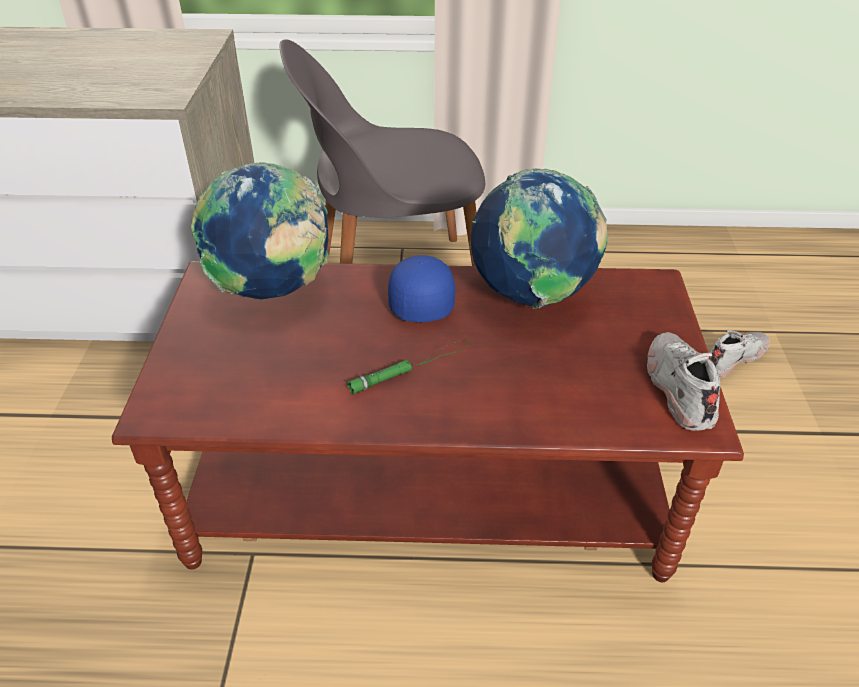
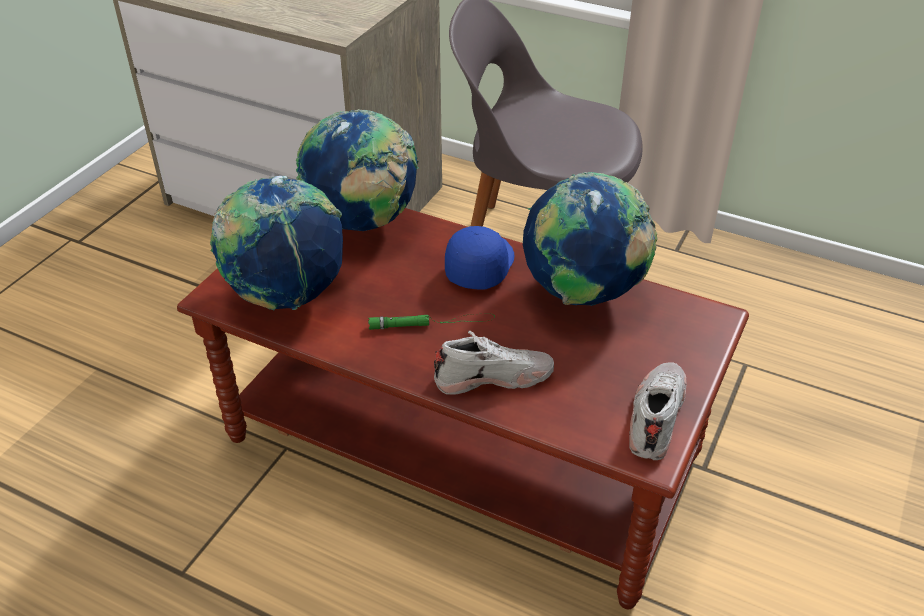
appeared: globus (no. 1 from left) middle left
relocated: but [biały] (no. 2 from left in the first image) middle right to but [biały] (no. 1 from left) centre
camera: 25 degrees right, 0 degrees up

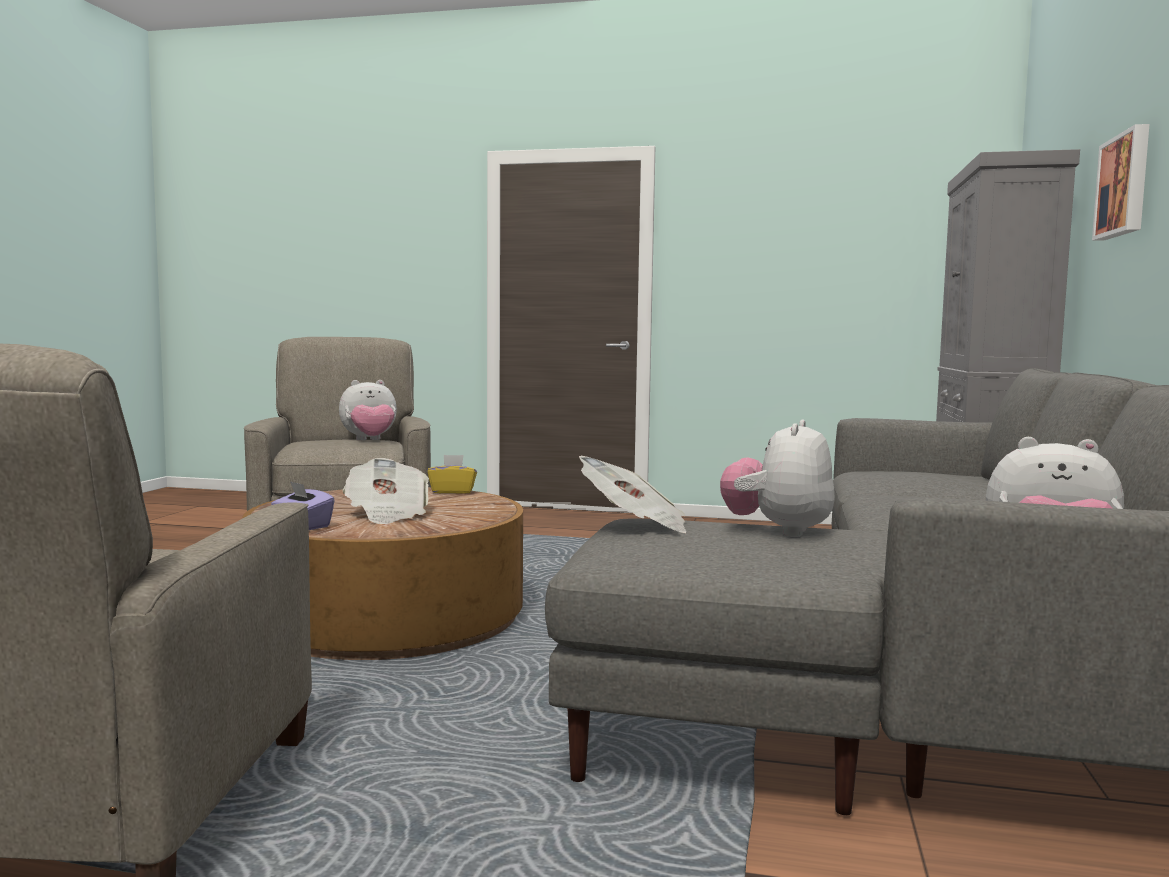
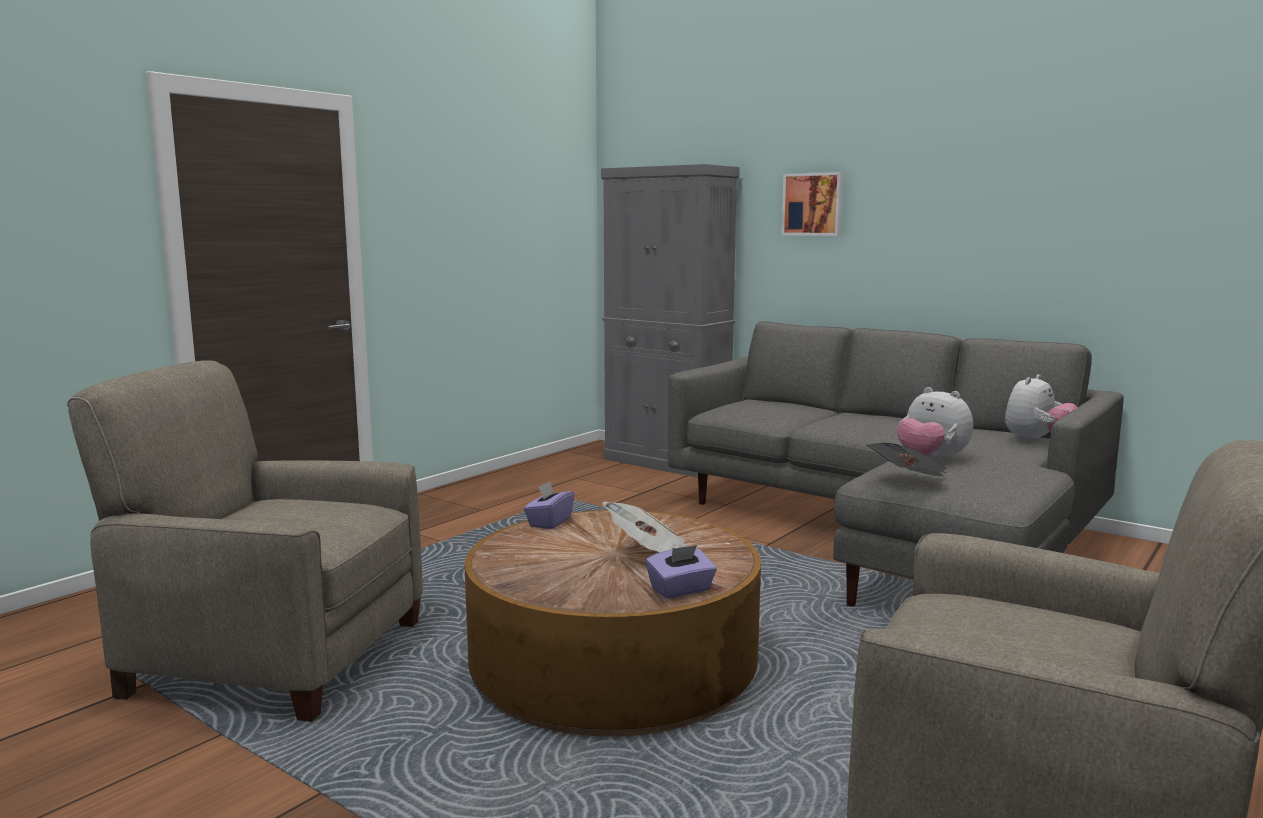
missing: pluszak (no. 1 from left) middle left
colour: pudełko chusteczek [żółty] centre to pudełko chusteczek [fioletowy] (no. 1 from left) centre
camera: 65 degrees left, 5 degrees up

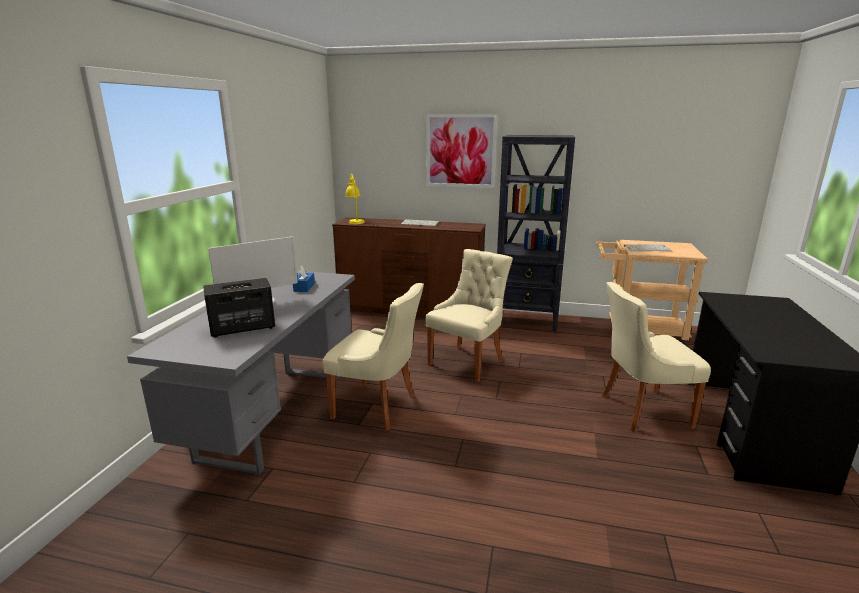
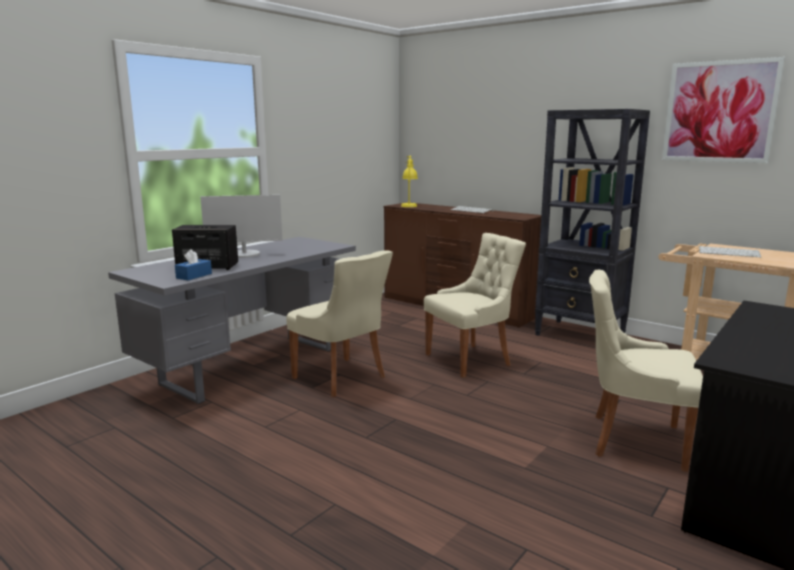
relocated: pudełko chusteczek [niebieski] centre to middle left; obraz top centre to top right
camera: 25 degrees right, 5 degrees down

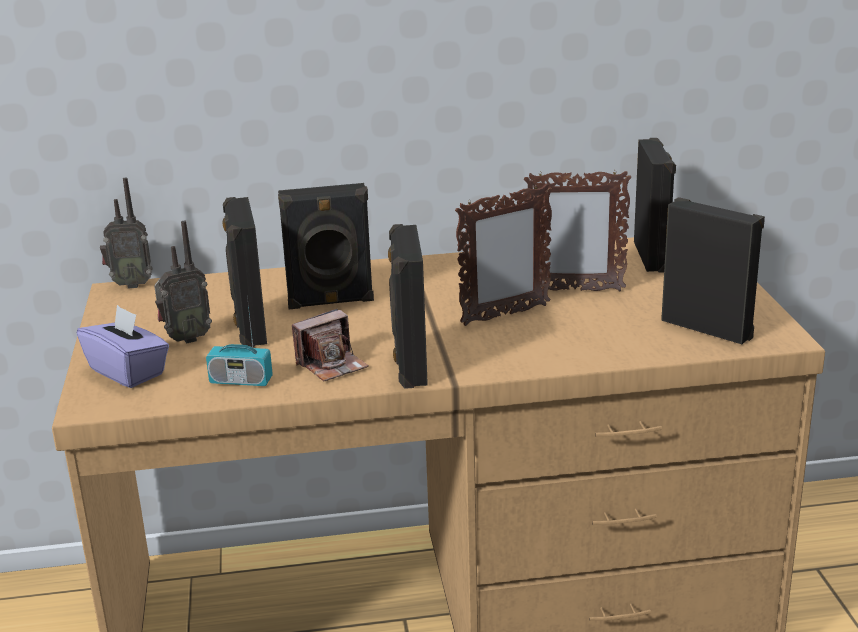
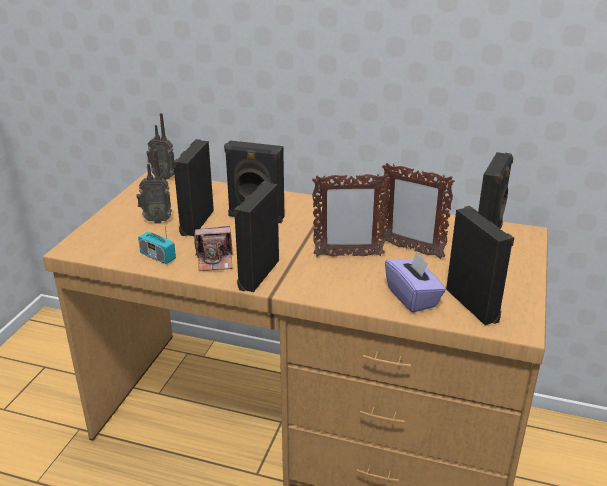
relocated: pudełko chusteczek [fioletowy] middle left to middle right
camera: 25 degrees right, 5 degrees up

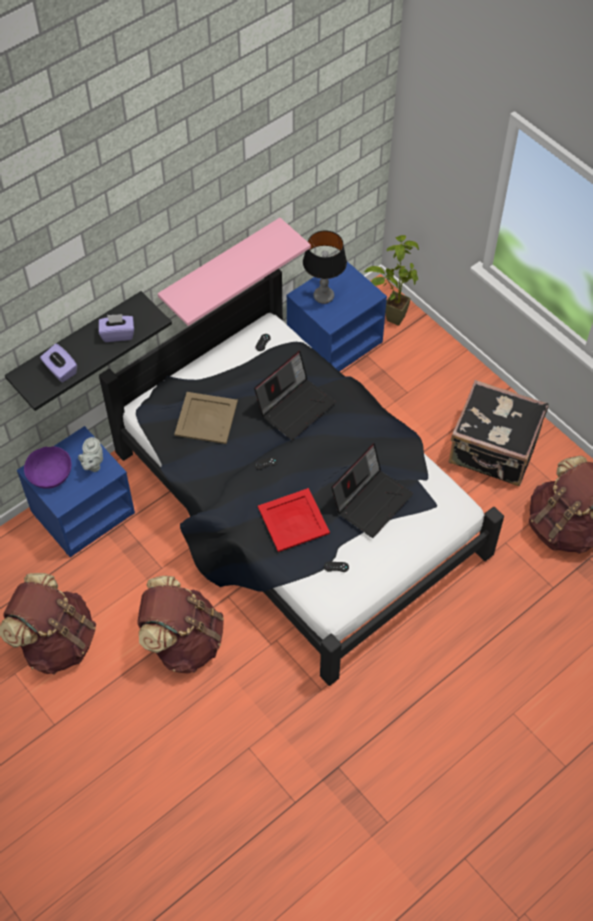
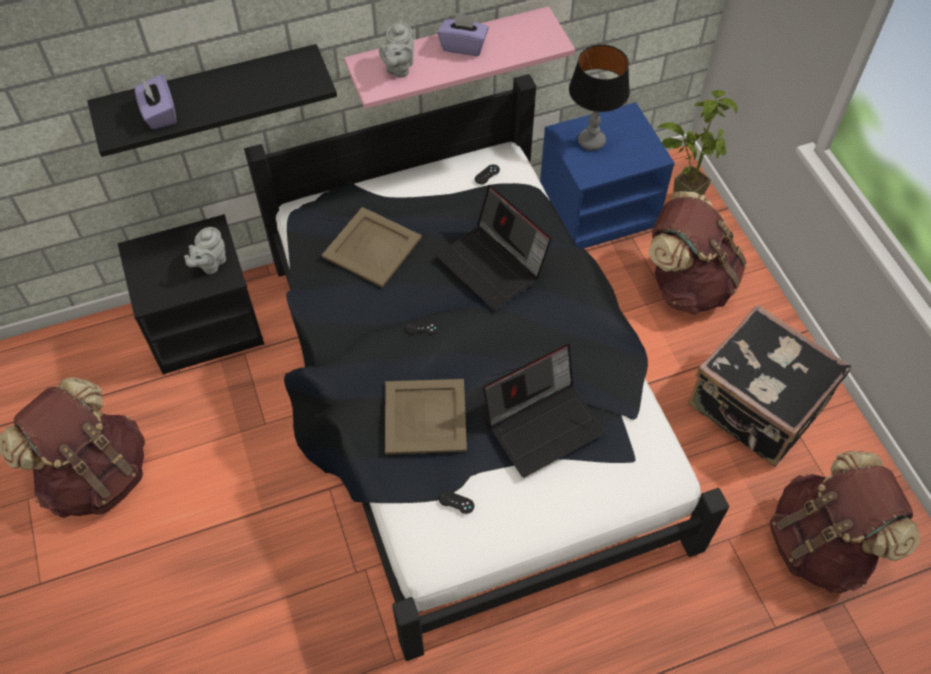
missing: miska [fioletowy] middle left
appeared: imbryk [szary] (no. 2 from left) top centre
relocated: pudełko chusteczek [fioletowy] (no. 2 from left) middle left to top centre; plecak [brązowy] (no. 2 from left) bottom left to middle right
colour: szafka nocna [niebieski] (no. 1 from left) middle left to szafka nocna [czarny] middle left; taca [czerwony] centre to taca [beżowy] (no. 2 from left) centre
spun: laptop (no. 1 from left) centre = centre 75 degrees clockwise
camera: 20 degrees right, 0 degrees up

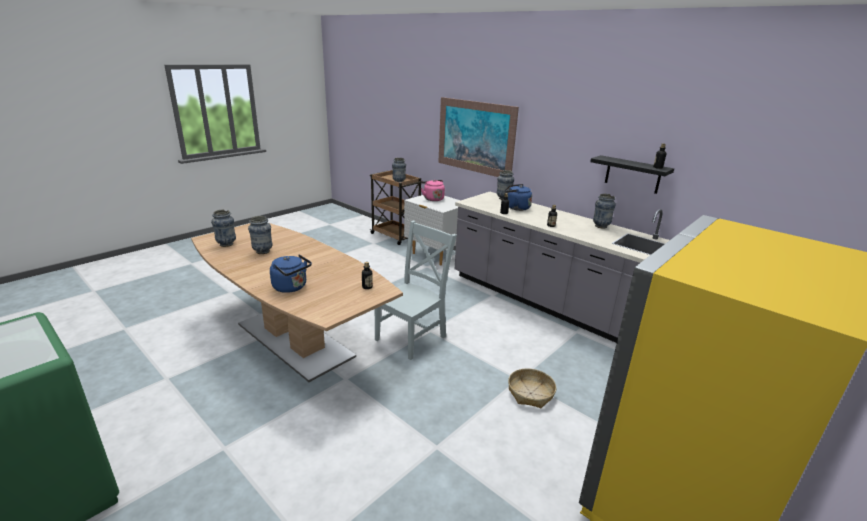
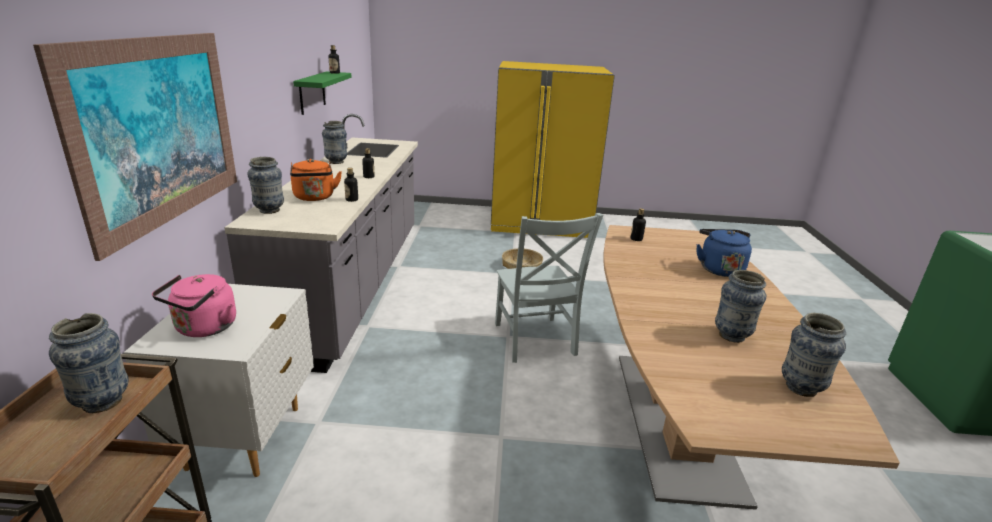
colour: czajnik [niebieski] (no. 2 from left) centre to czajnik [pomarańczowy] middle left; półka [czarny] middle right to półka [zielony] top left
spun: krzesło [szary] centre = centre 105 degrees counterclockwise
camera: 130 degrees left, 0 degrees up

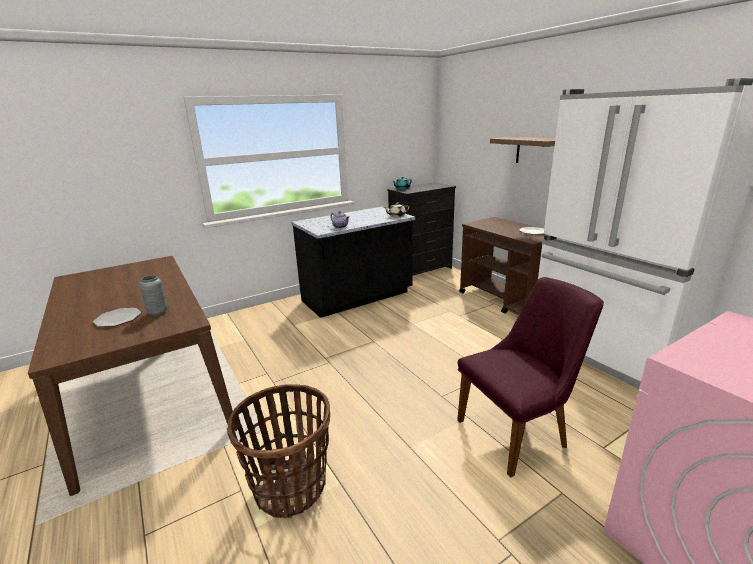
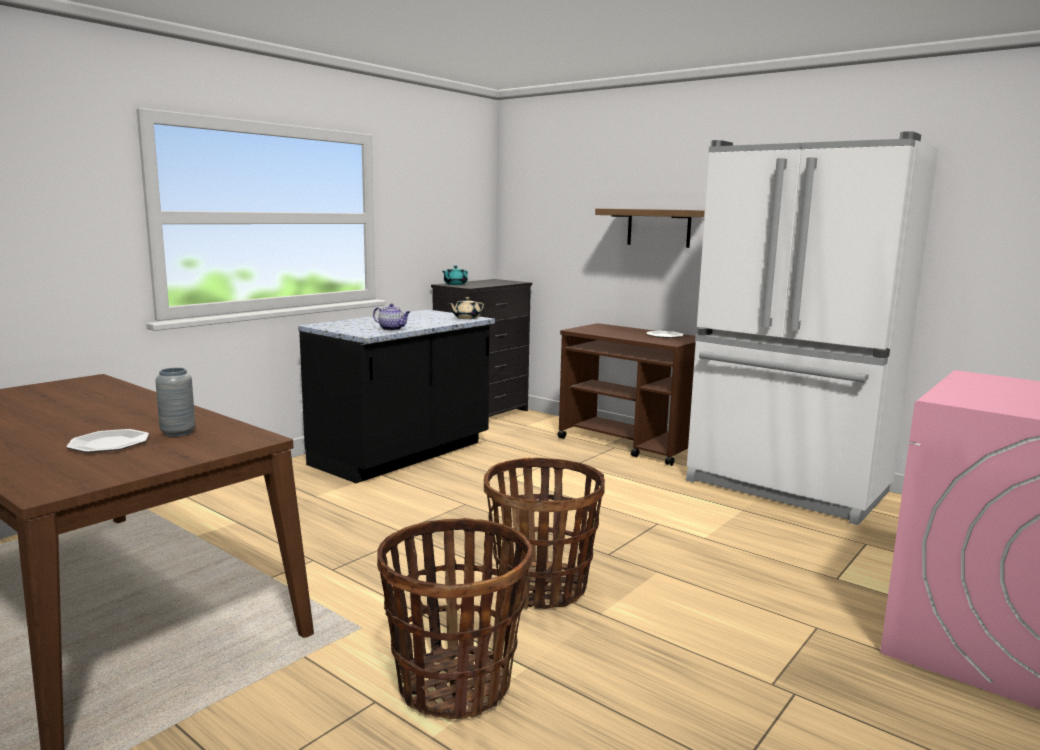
missing: krzesło [fioletowy] bottom right
appeared: koszyk (no. 2 from left) bottom centre
camera: 20 degrees left, 10 degrees down

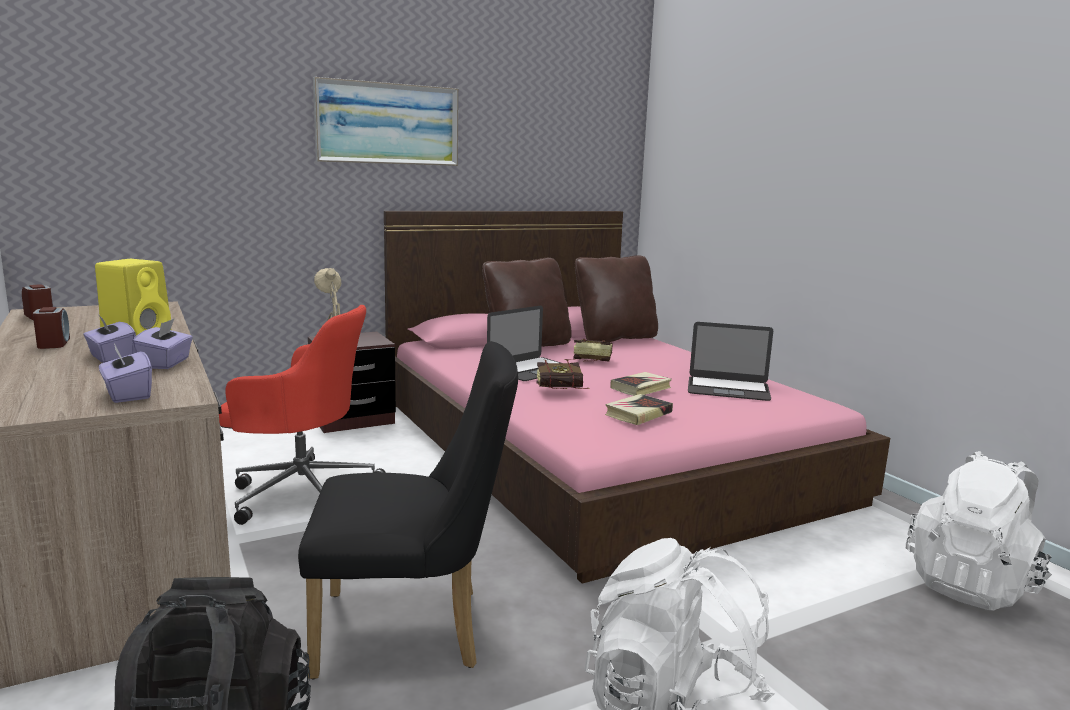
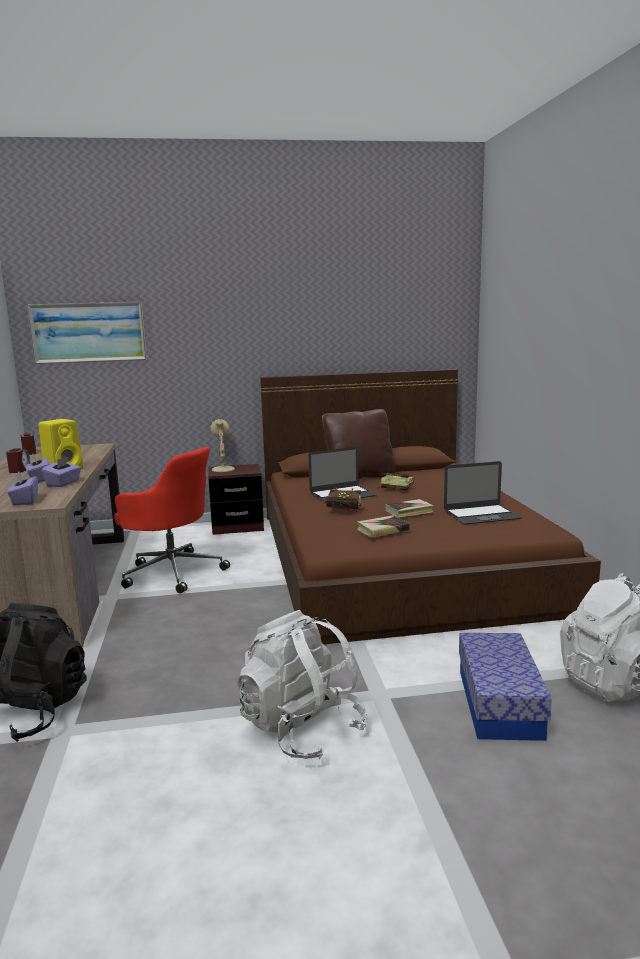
missing: krzesło [czarny] bottom centre; poduszka [brązowy] (no. 2 from left) centre
appeared: pojemnik do przechowywania bottom right
relocated: obraz top centre to middle left
colour: łóżko [różowy] centre to łóżko [brązowy] middle right
spun: laptop (no. 2 from left) middle right = middle right 45 degrees counterclockwise
camera: 20 degrees right, 0 degrees up

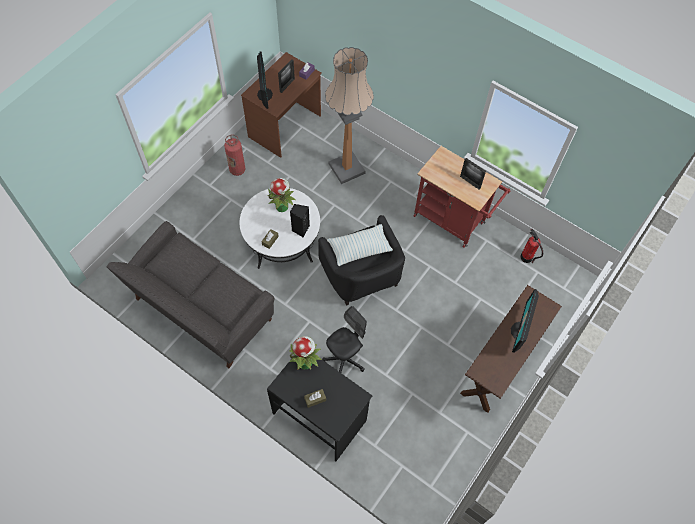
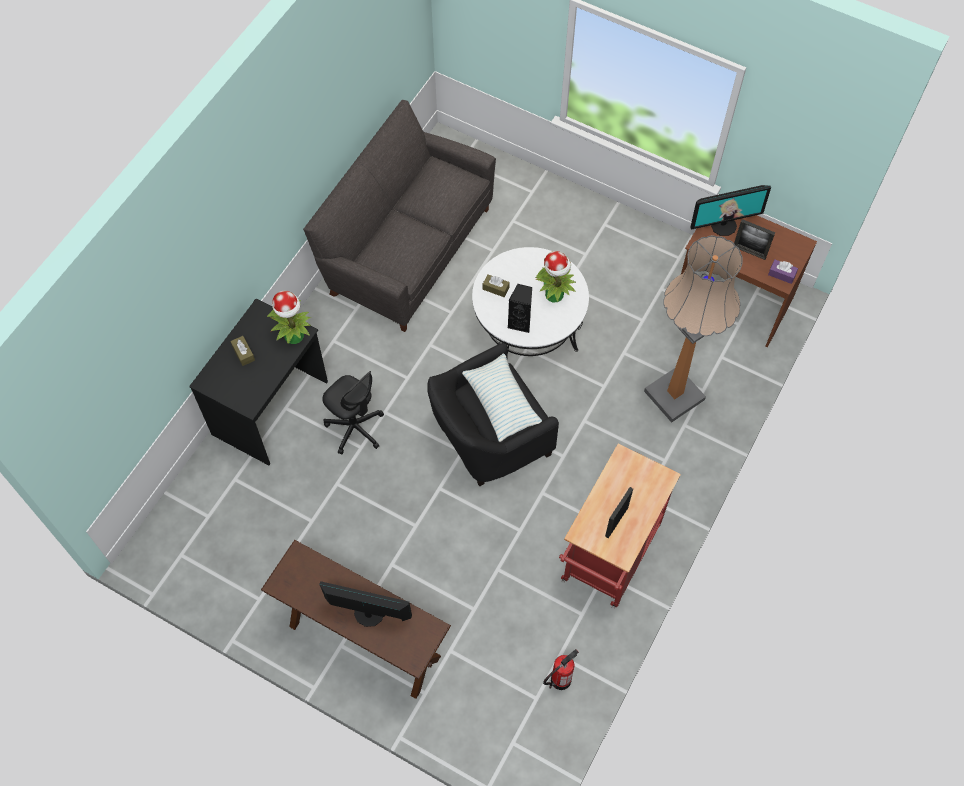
missing: gaśnica (no. 1 from left) top centre
camera: 85 degrees right, 0 degrees up

